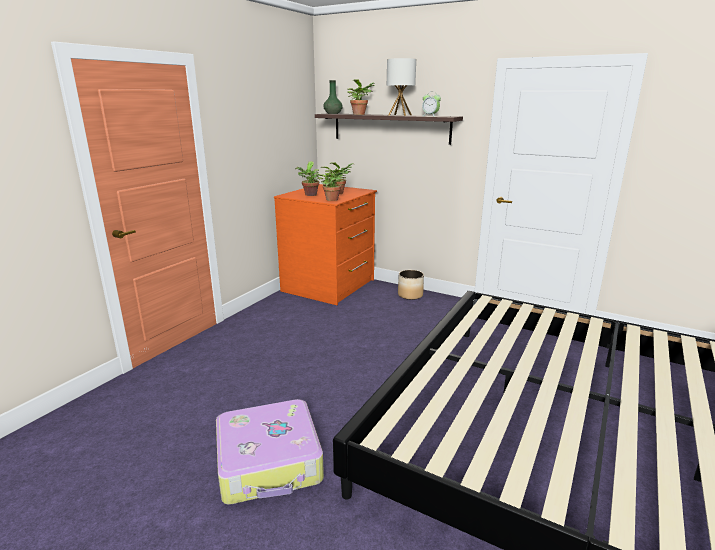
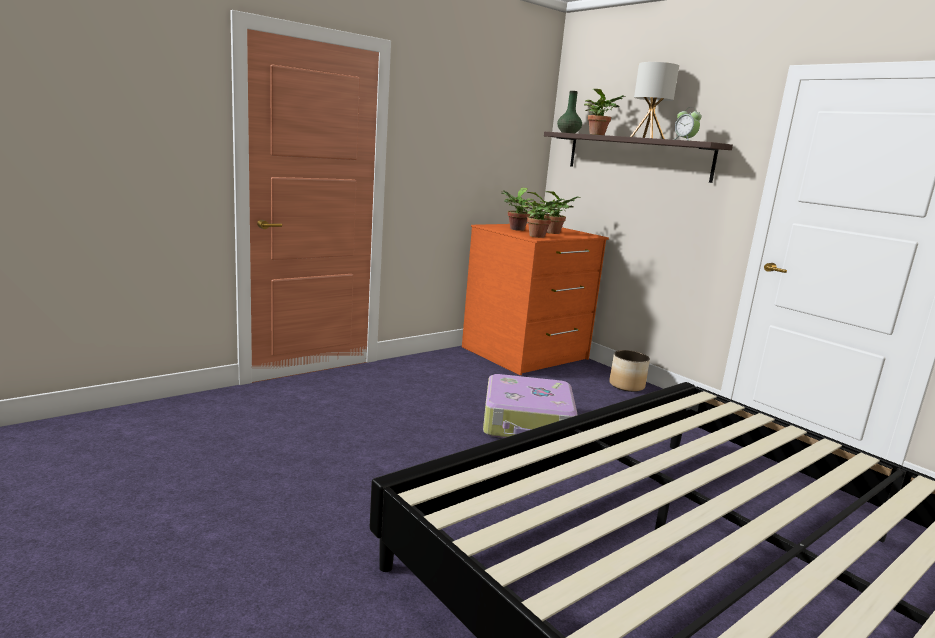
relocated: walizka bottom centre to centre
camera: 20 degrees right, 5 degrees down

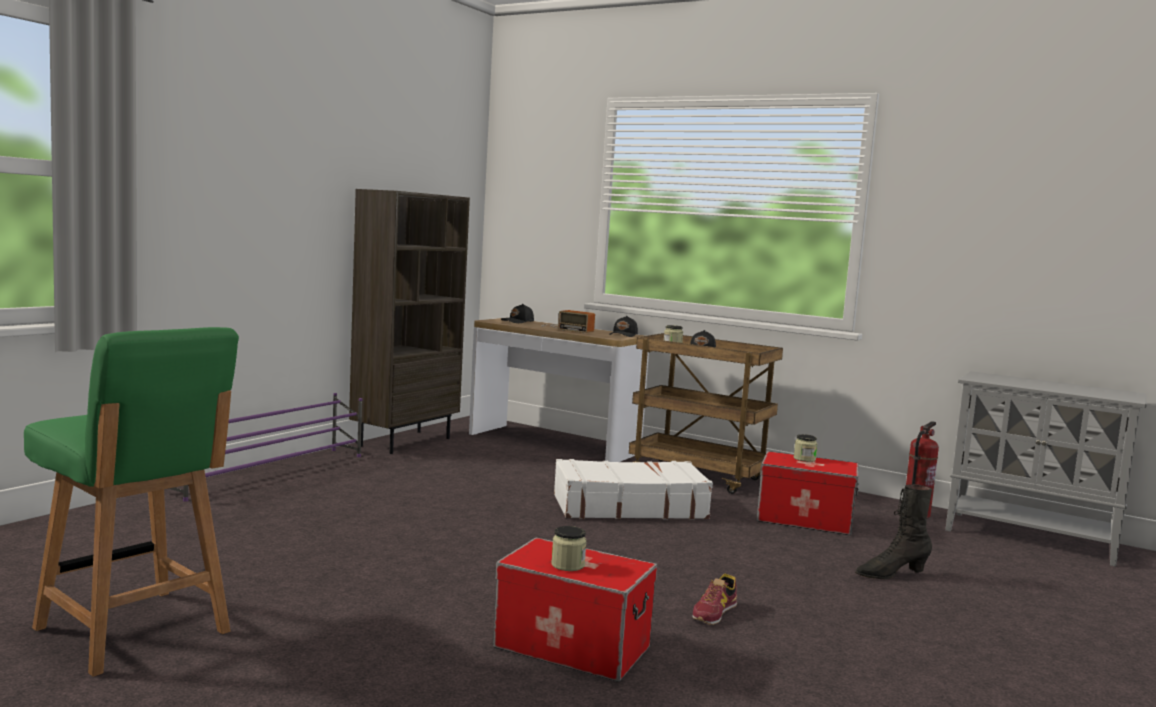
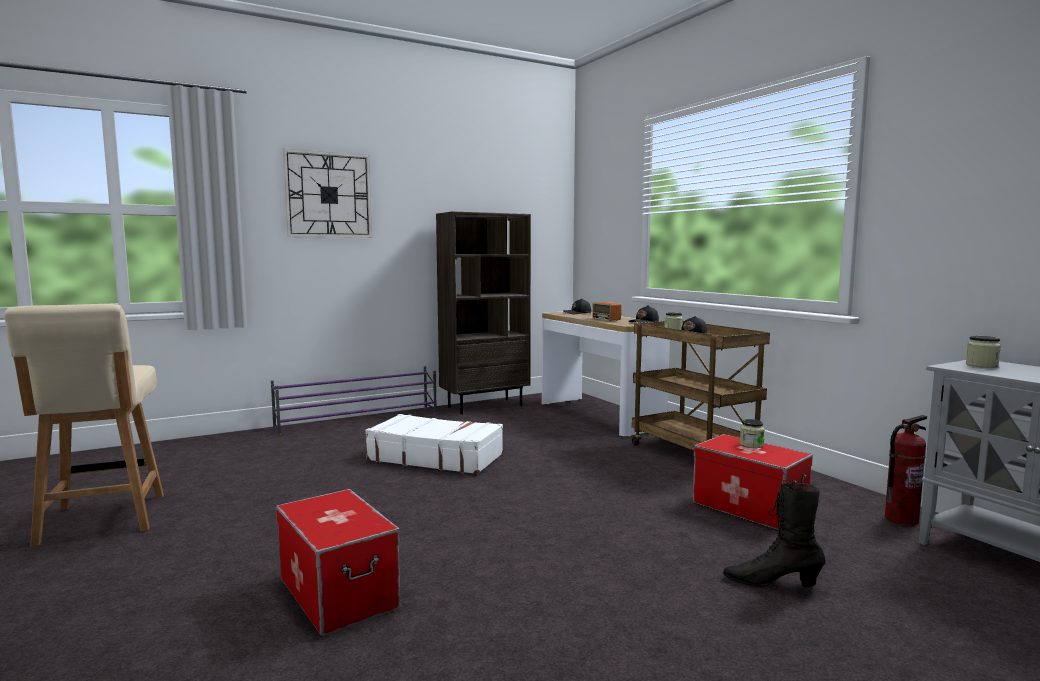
missing: but bottom centre
appeared: zegar ścienny top left
relocated: słoik (no. 1 from left in the first image) bottom centre to słoik (no. 3 from left) middle right; walizka [biały] bottom centre to centre
colour: krzesło [zielony] bottom left to krzesło [beżowy] middle left
camera: 30 degrees right, 0 degrees up

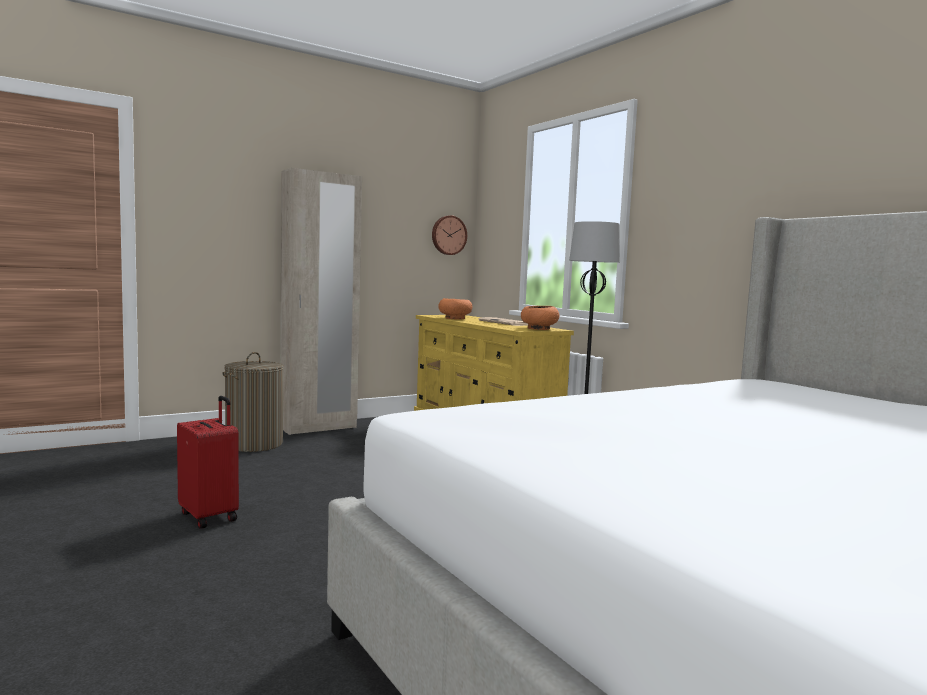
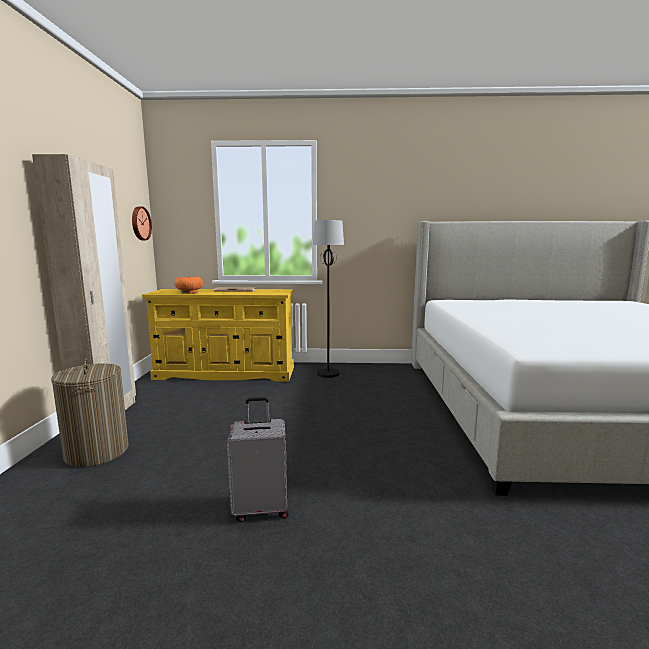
missing: miska [pomarańczowy] (no. 2 from left) centre
colour: walizka [czerwony] middle left to walizka [szary] bottom centre
camera: 55 degrees left, 5 degrees up

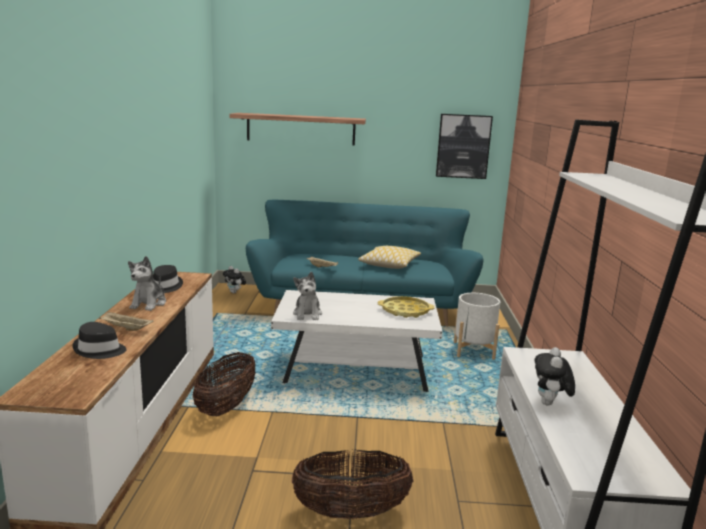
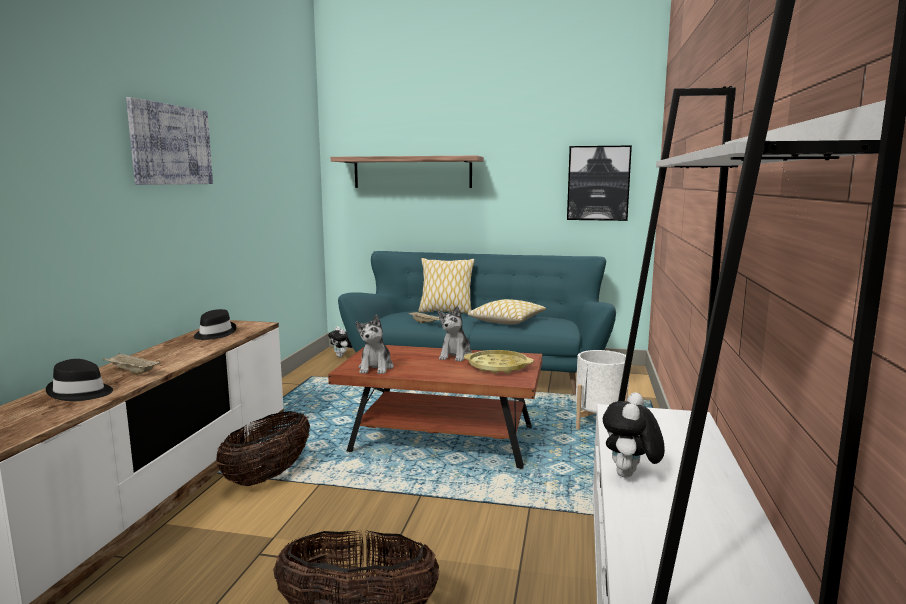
appeared: obraz (no. 1 from left) top left; poduszka (no. 1 from left) centre
relocated: pluszak (no. 1 from left in the first image) middle left to pluszak (no. 3 from left) centre
colour: ława [biały] centre to ława [brązowy] bottom centre
camera: 10 degrees right, 5 degrees down

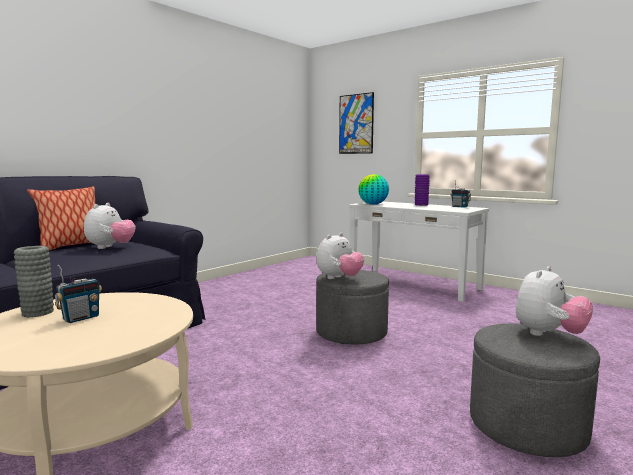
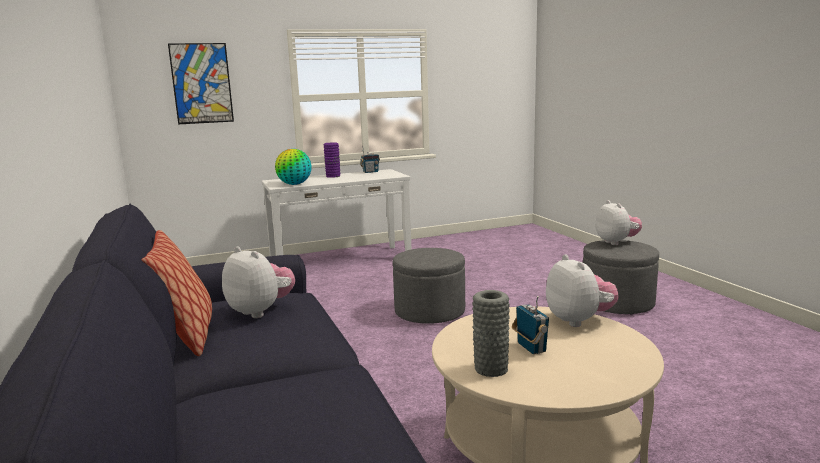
relocated: pluszak (no. 2 from left) centre to middle right
camera: 60 degrees left, 5 degrees up

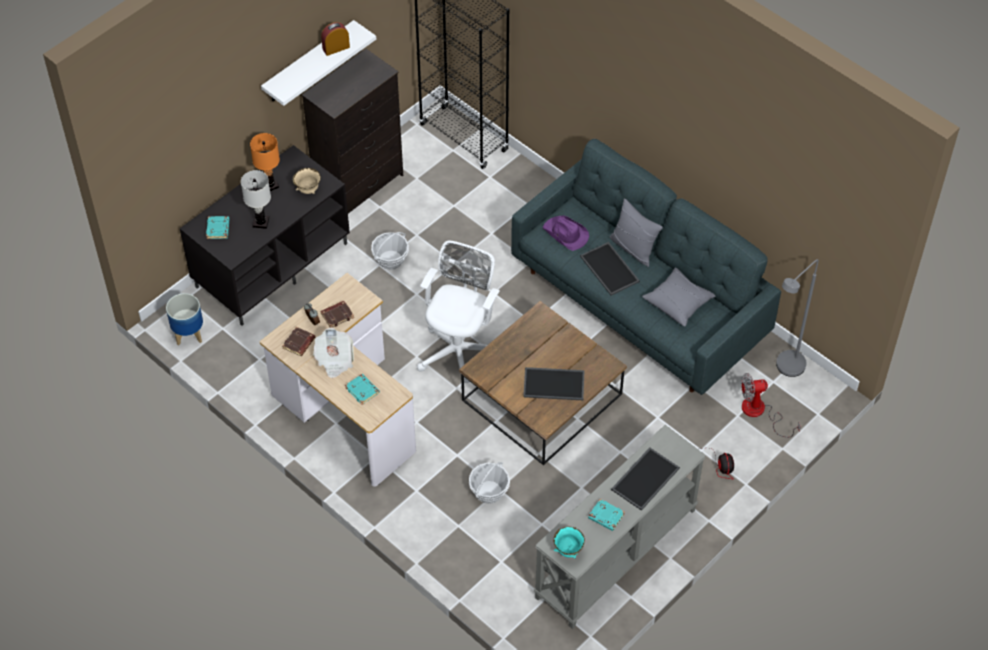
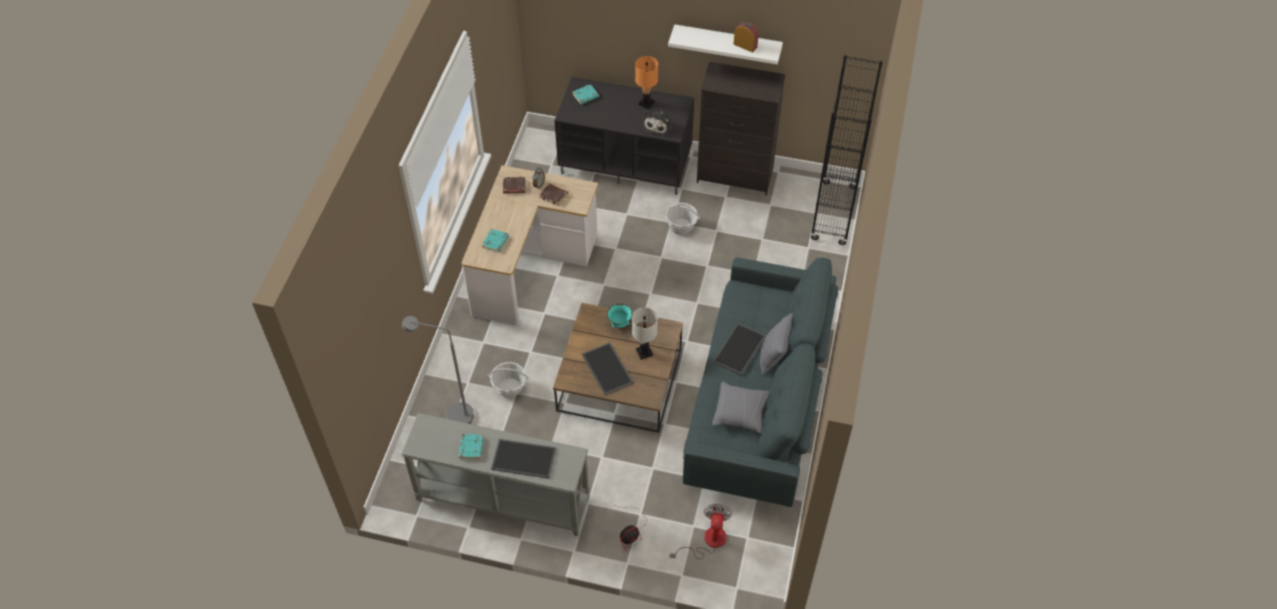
missing: donica middle left; gazeta centre; krzesło biurowe [biały] centre; kapelusz [fioletowy] centre
relocated: lampa stołowa [biały] top left to centre; miska [turkusowy] bottom centre to centre; lampa stojąca [szary] middle right to centre
exchanged: miska [beżowy] top left to pluszak top centre
spun: wentylator (no. 2 from left) middle right = bottom centre 45 degrees clockwise
camera: 60 degrees right, 0 degrees up

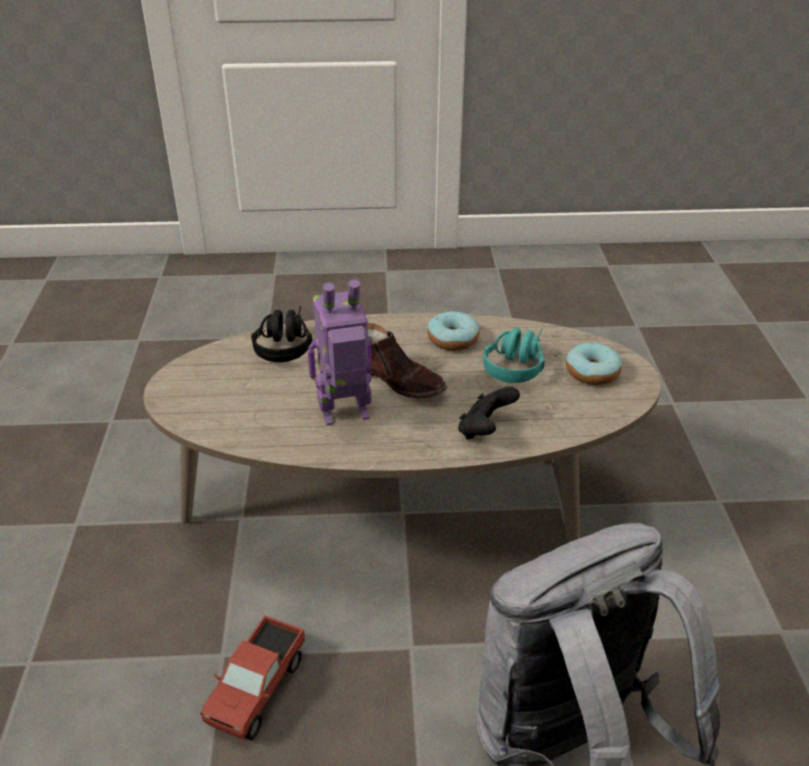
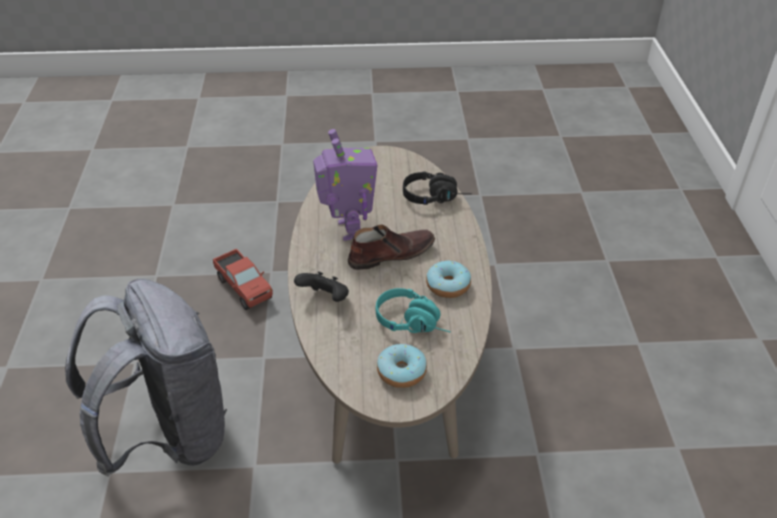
spun: ciężarówka zabawkowa bottom left = middle left 150 degrees counterclockwise; but [brązowy] centre = centre 150 degrees counterclockwise
camera: 90 degrees right, 5 degrees up

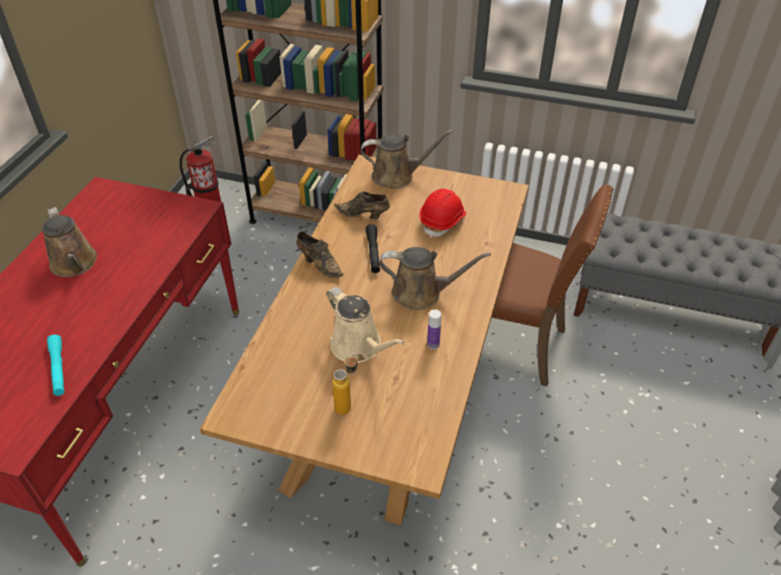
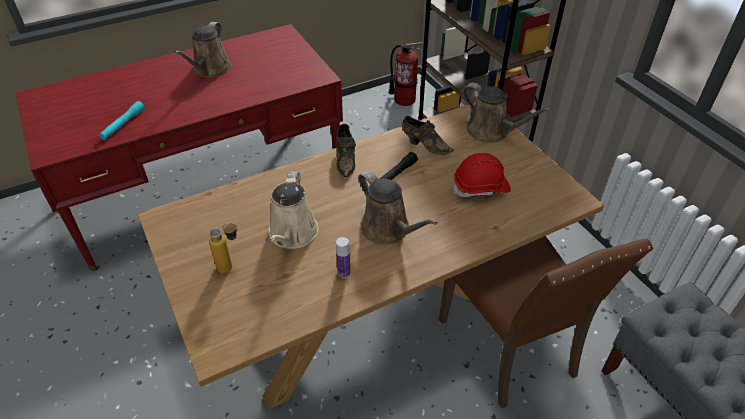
spun: but [brązowy] (no. 2 from left) centre = top centre 150 degrees clockwise
camera: 45 degrees right, 0 degrees up

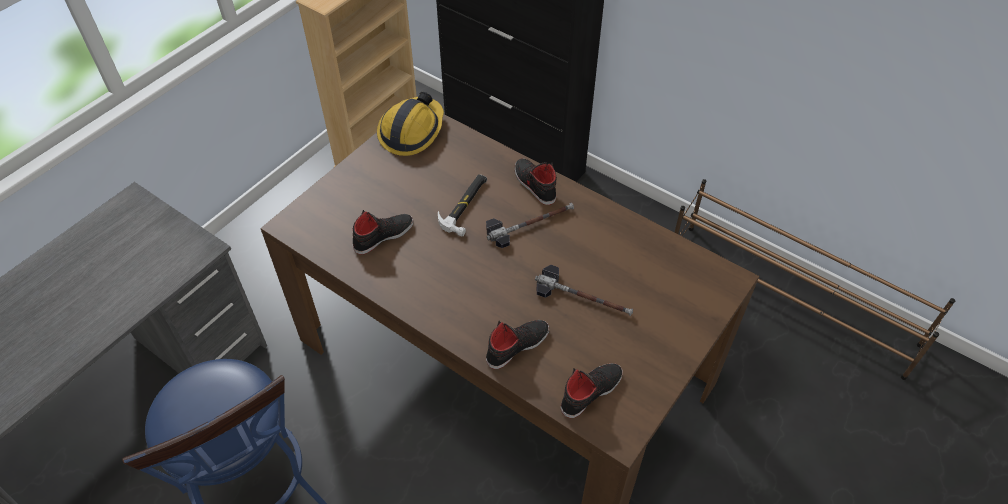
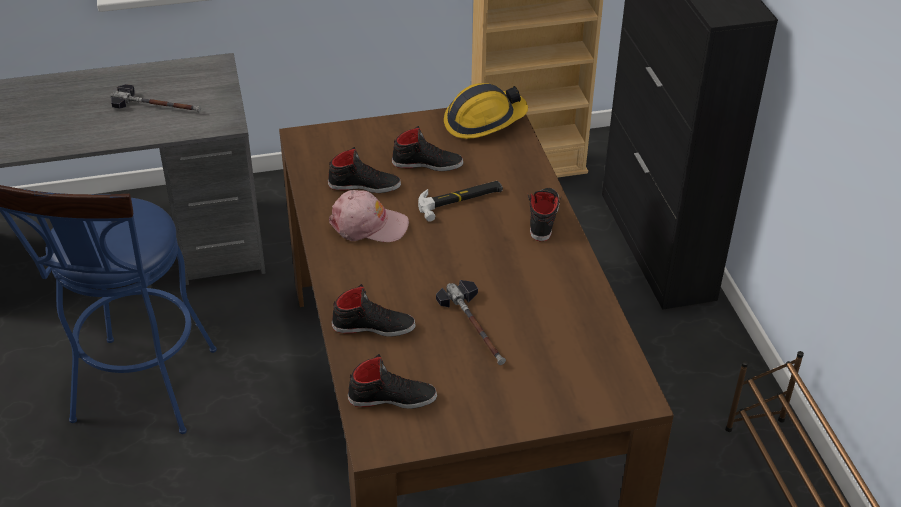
appeared: czapka z daszkiem [różowy] centre; but [czarny] (no. 4 from left) top centre
relocated: młotek (no. 2 from left in the first image) centre to młotek (no. 1 from left) top left
camera: 40 degrees right, 10 degrees down

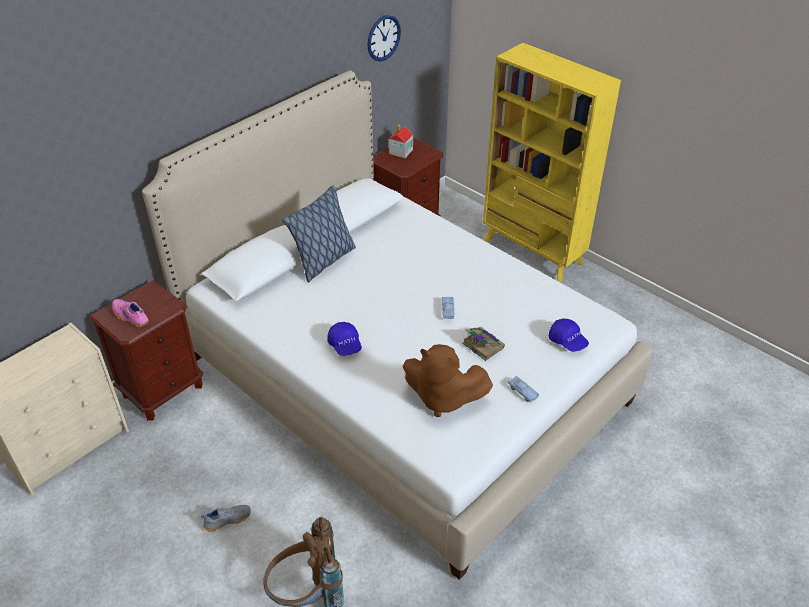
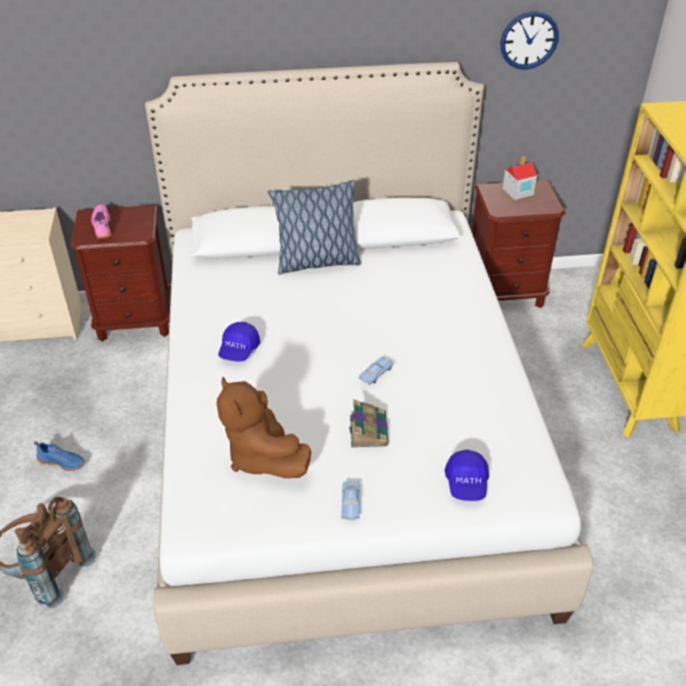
colour: but [szary] bottom left to but [niebieski] middle left
camera: 40 degrees right, 0 degrees up

